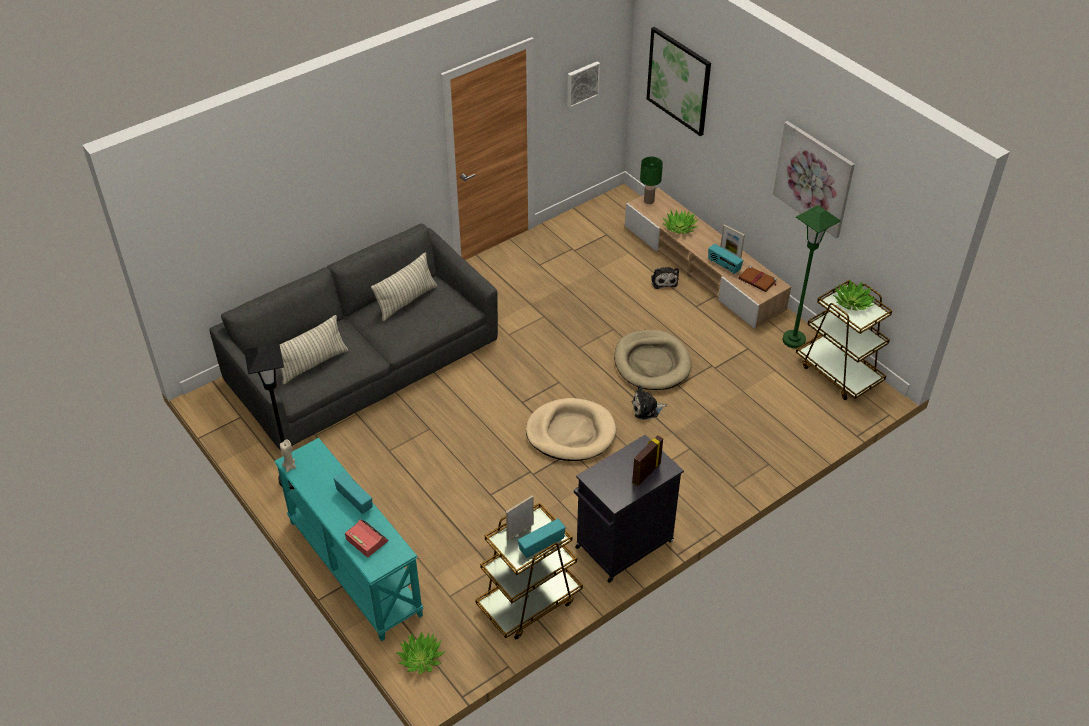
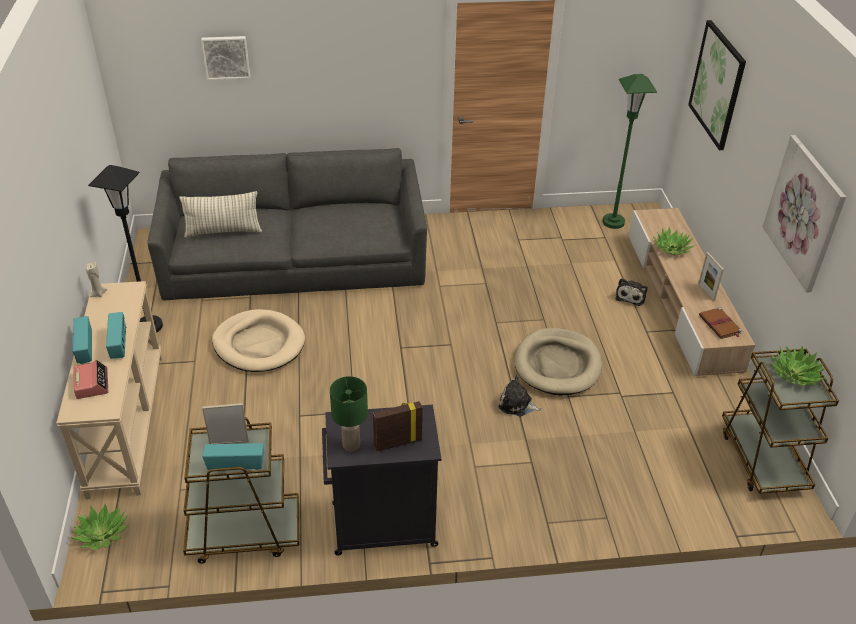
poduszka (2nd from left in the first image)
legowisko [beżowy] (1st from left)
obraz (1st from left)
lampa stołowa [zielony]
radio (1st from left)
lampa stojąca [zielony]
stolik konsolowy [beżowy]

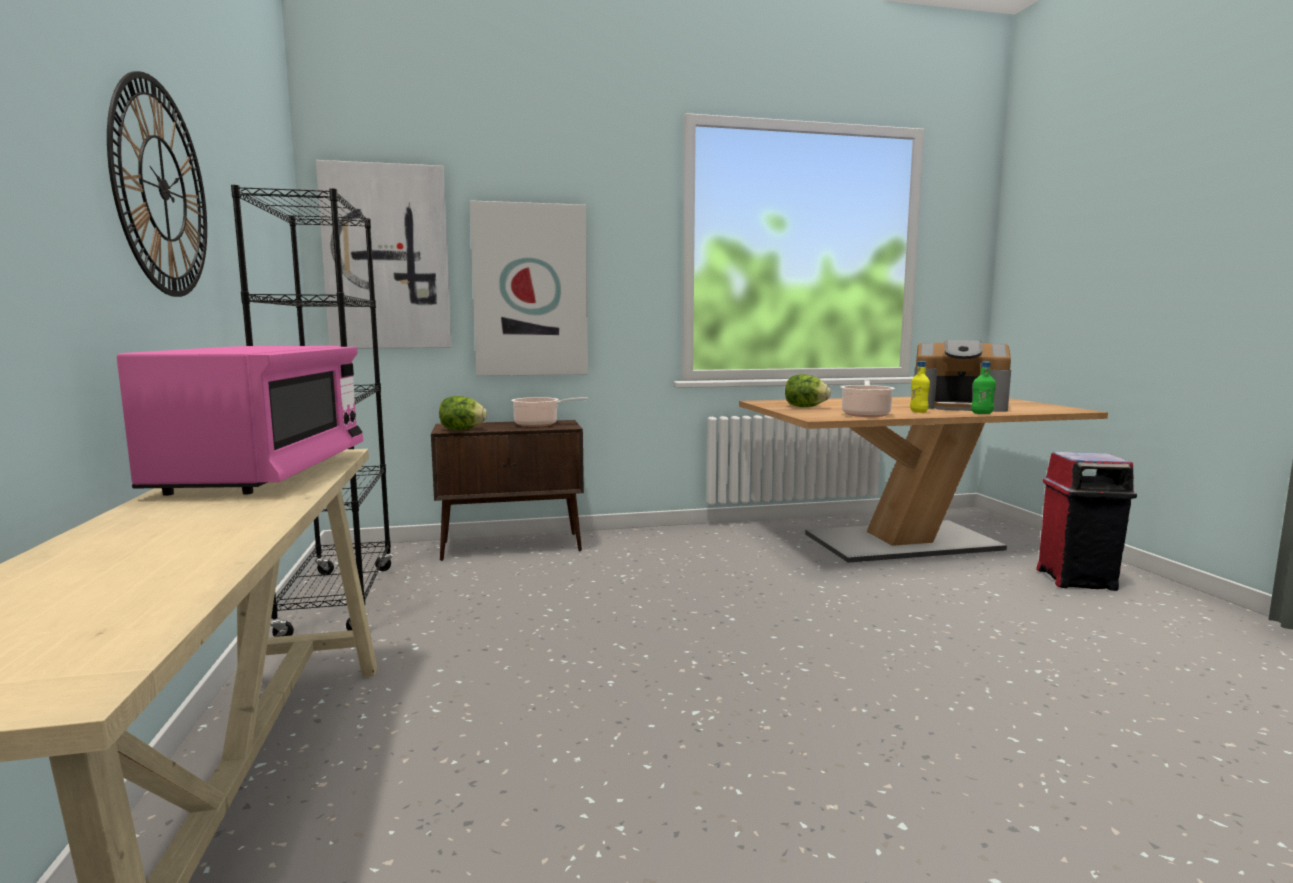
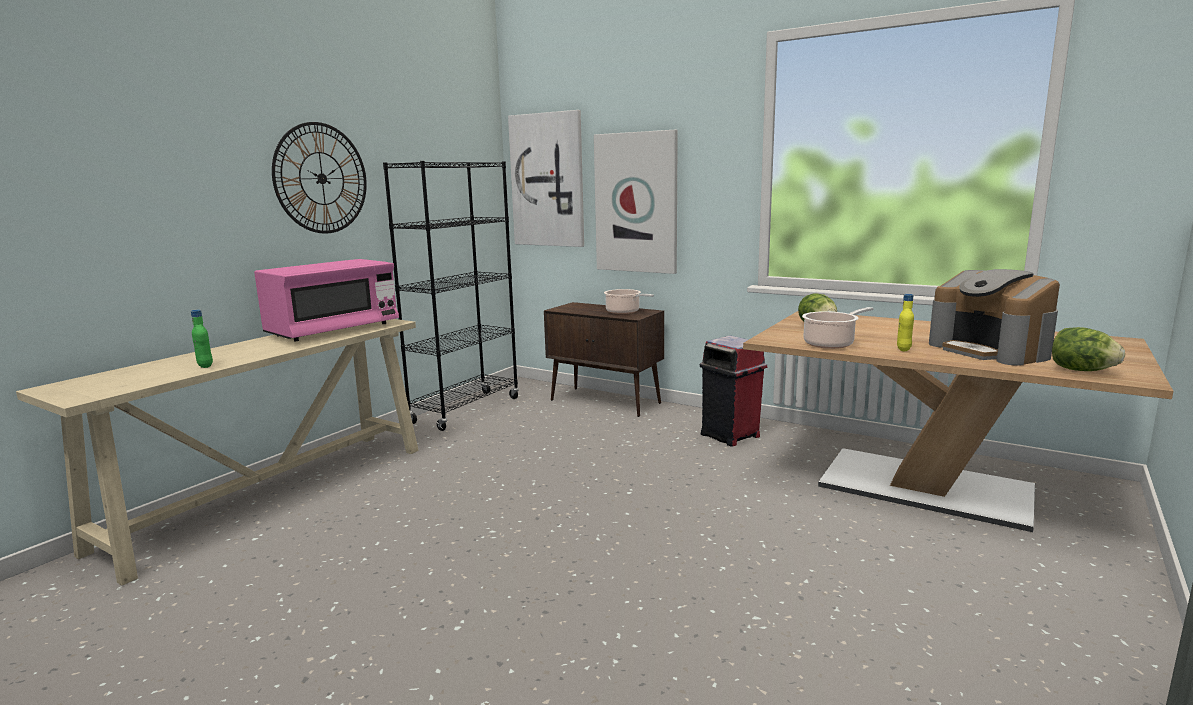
sałata (2nd from left)
butelka [zielony]
kosz na śmieci [czerwony]

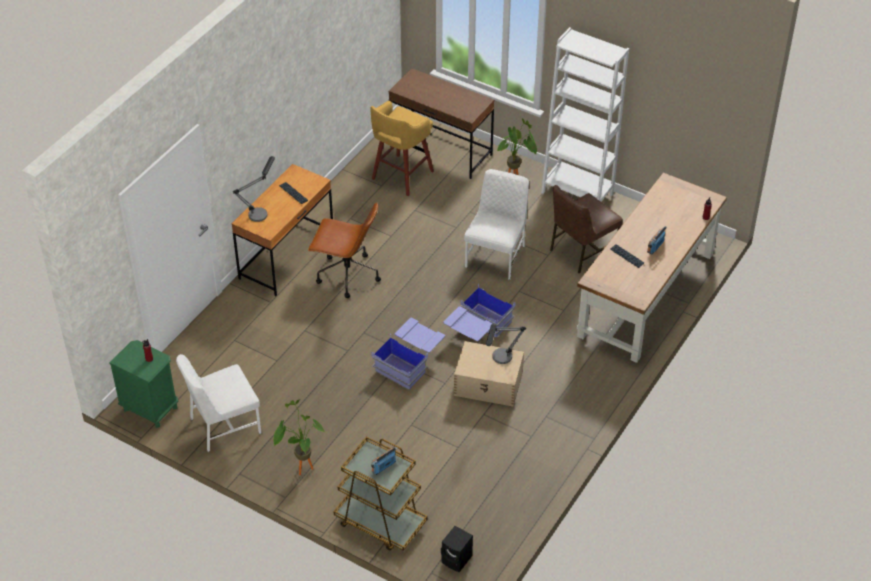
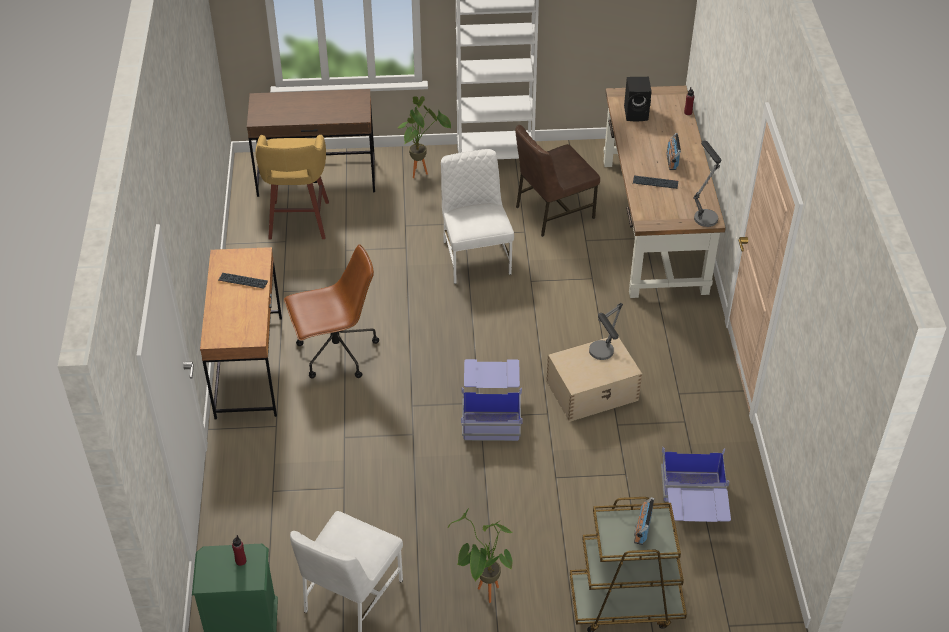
lampa stołowa (2nd from left)
głośnik [czarny]
pojemnik do przechowywania [niebieski] (2nd from left)
krzesło [brązowy]

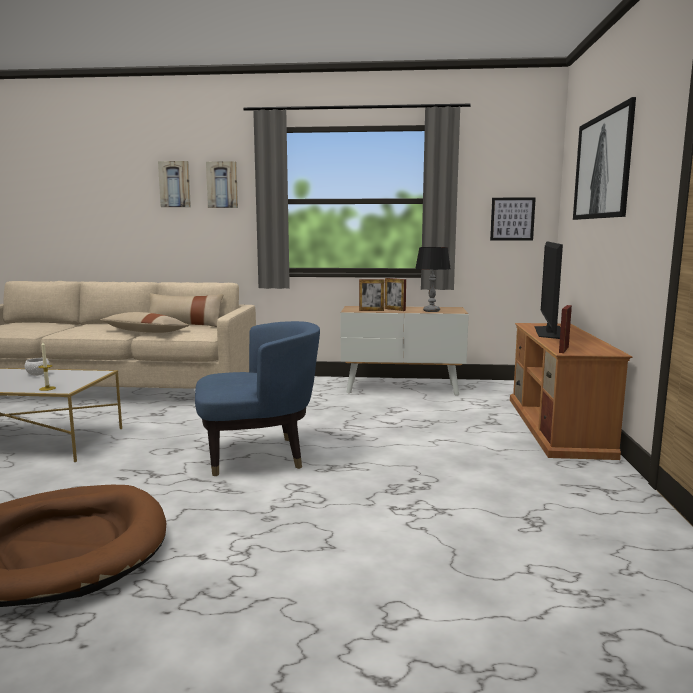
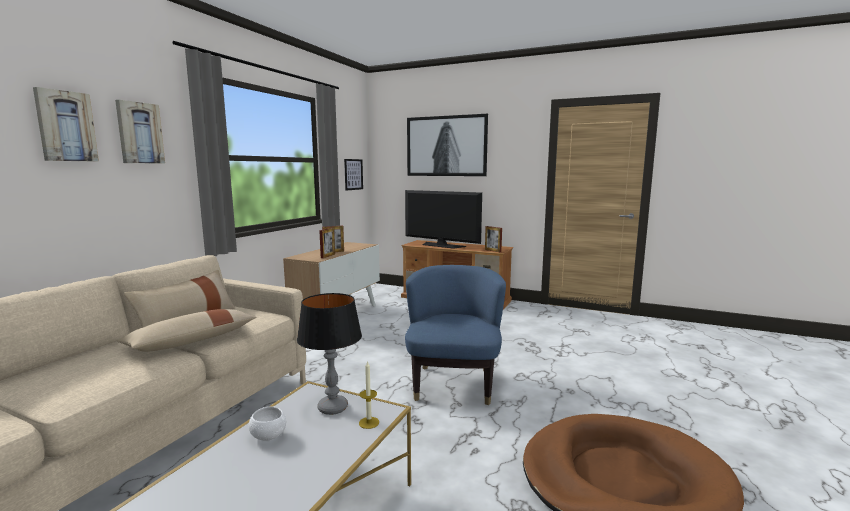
lampa stołowa

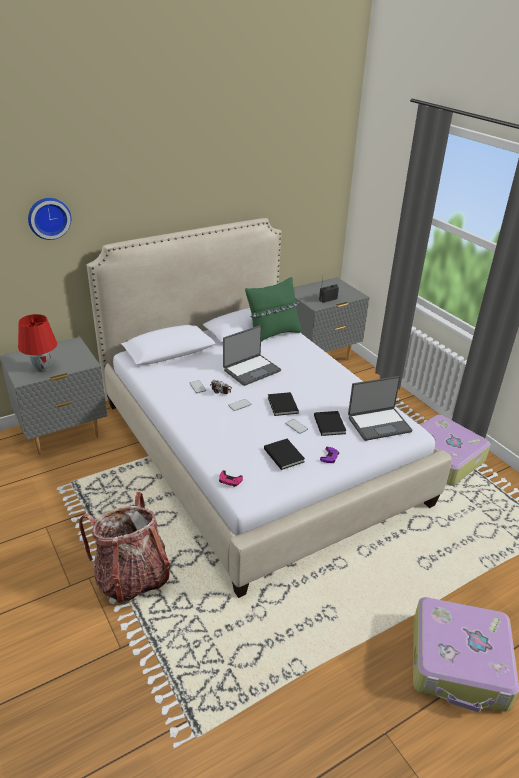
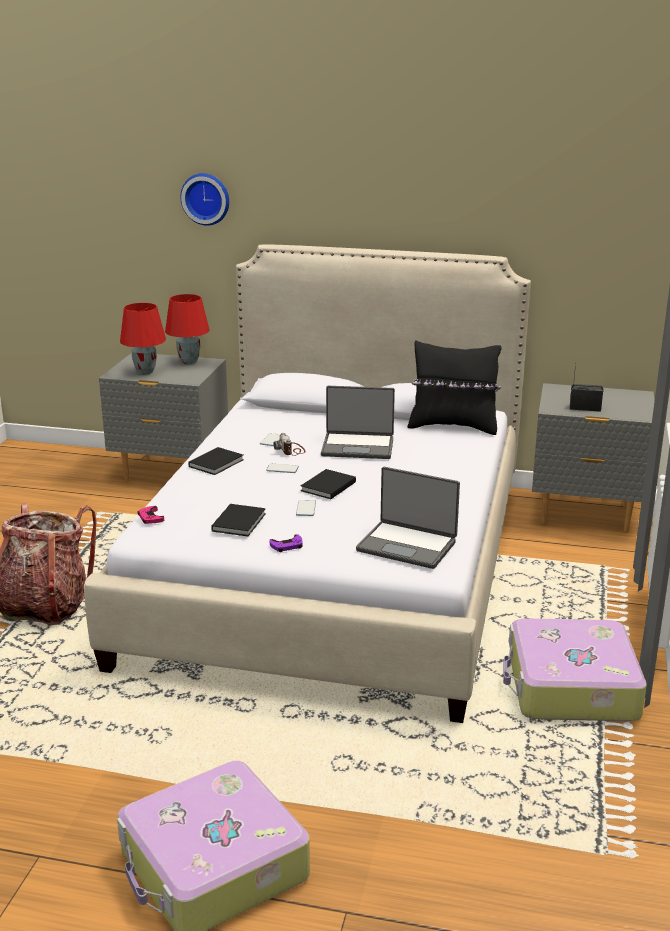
lampa stołowa [czerwony] (2nd from left)
książka [czarny] (1st from left)
poduszka [czarny]

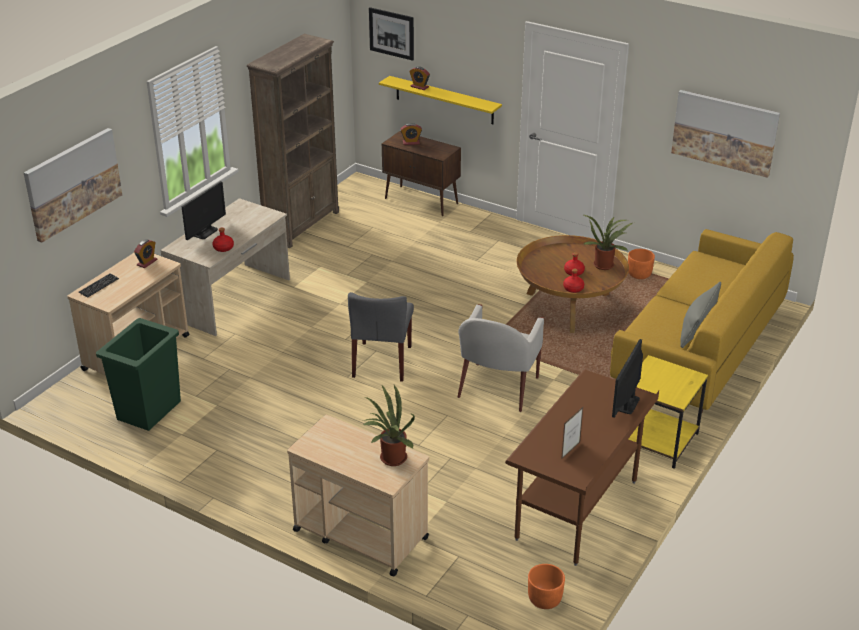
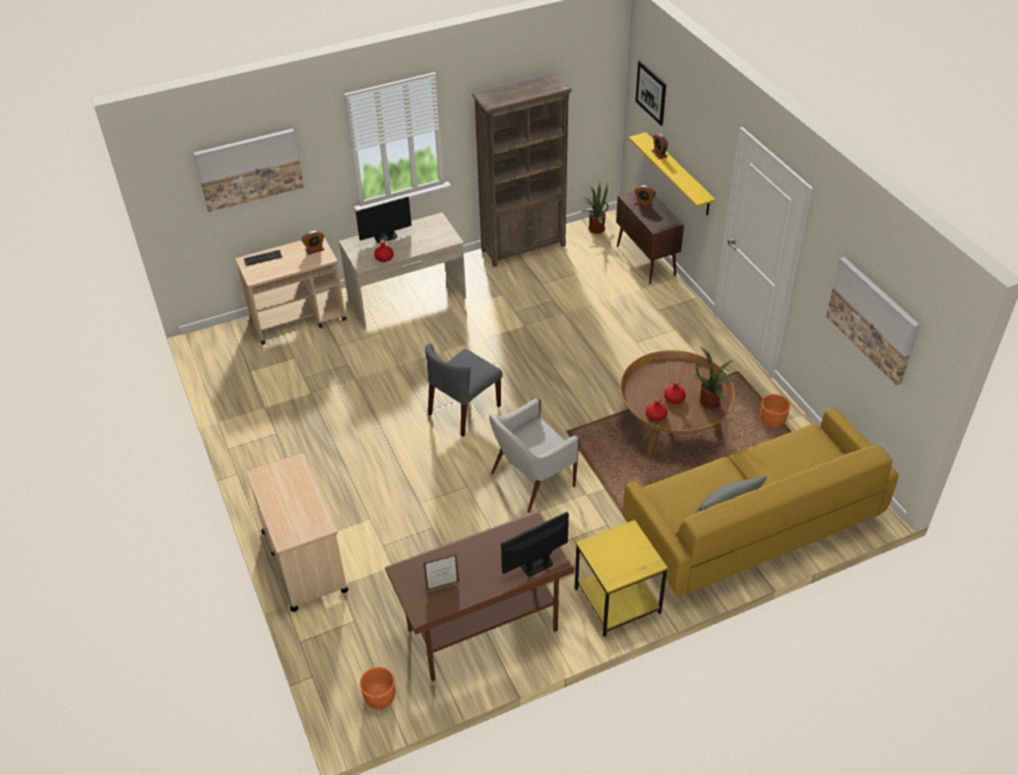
kosz na śmieci [zielony]
roślina doniczkowa (1st from left)

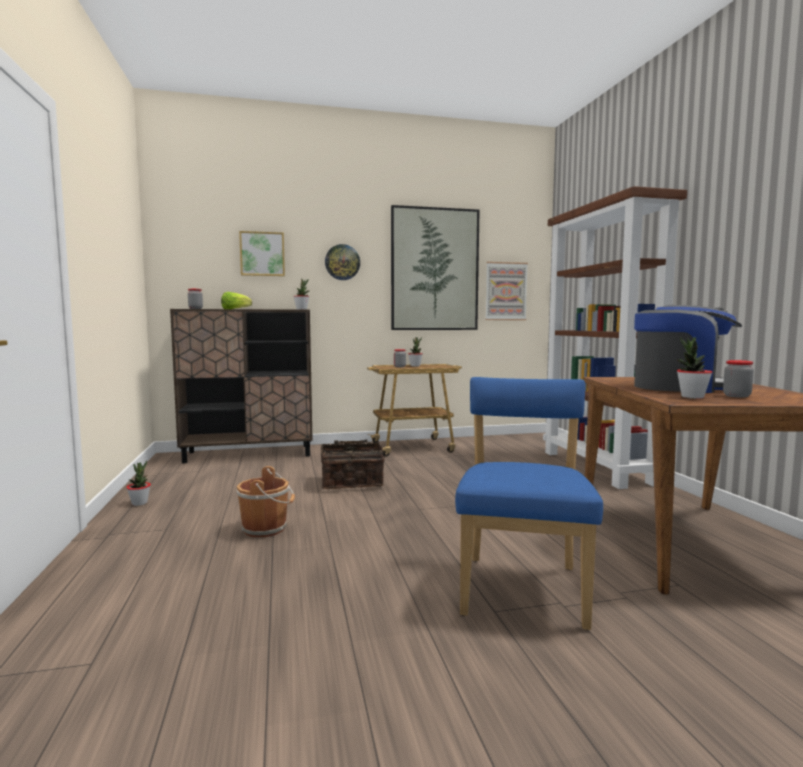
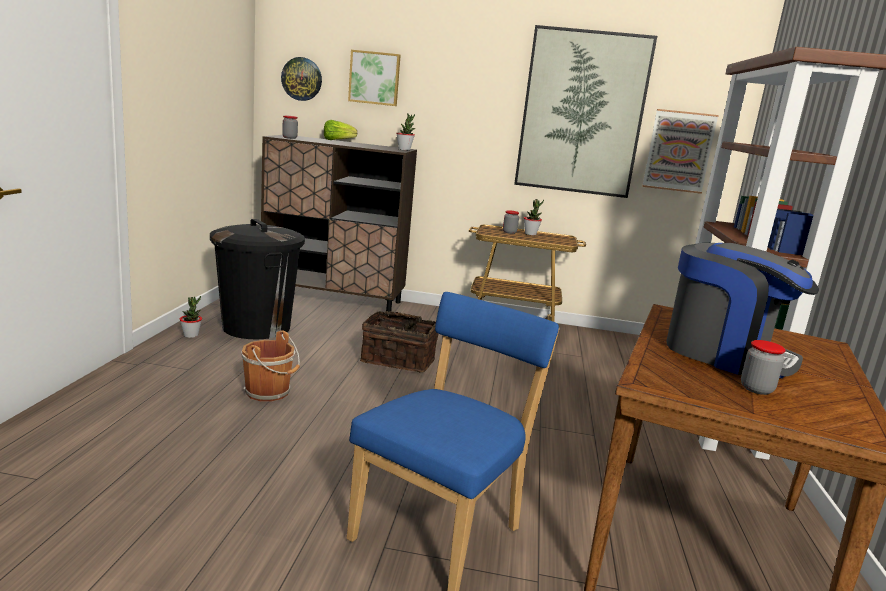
roślina doniczkowa (4th from left in the first image)
kosz na śmieci [czarny]
zegar ścienny

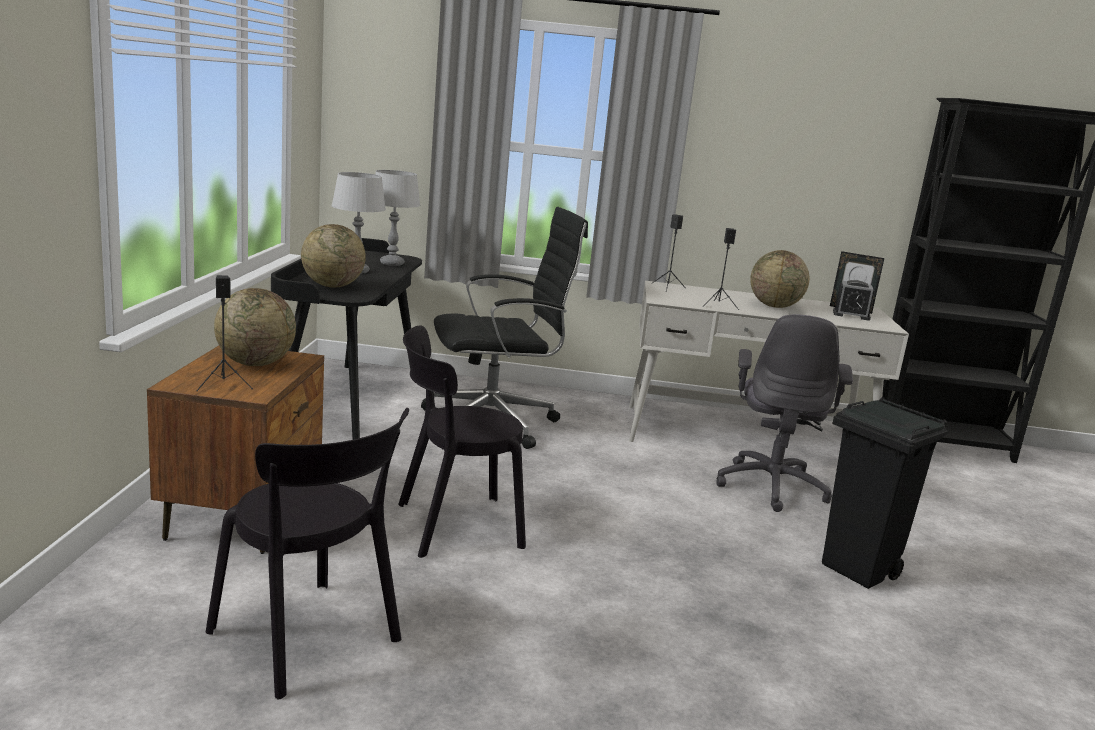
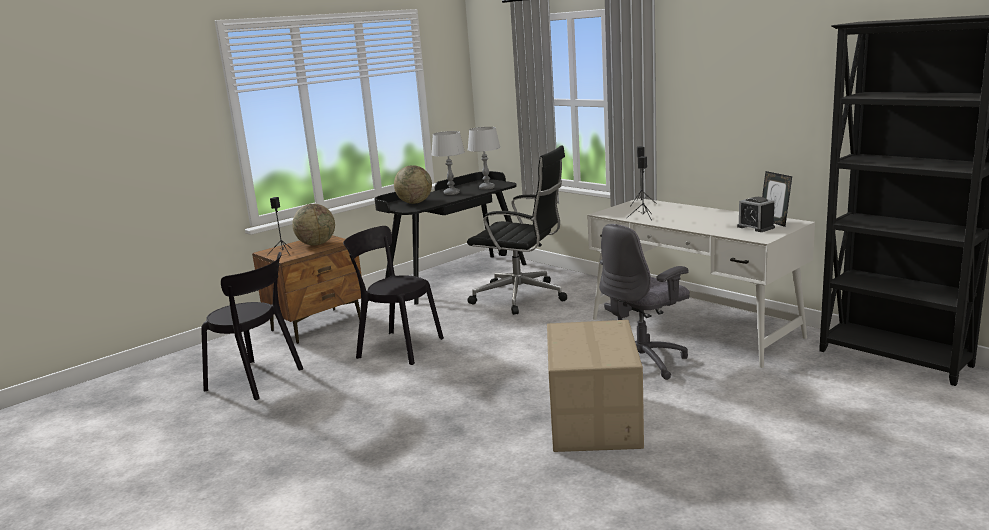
globus (3rd from left in the first image)
karton
krzesło [czarny] (1st from left)

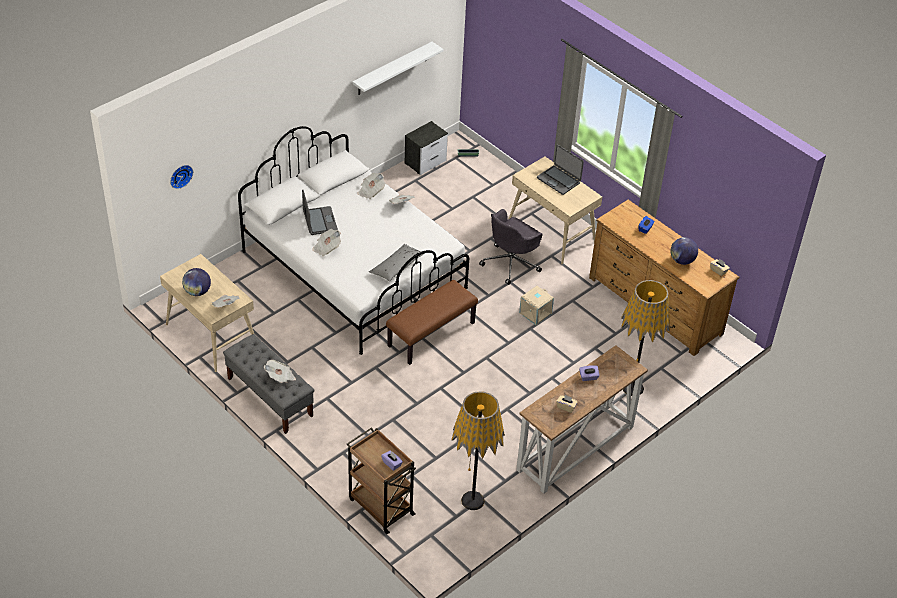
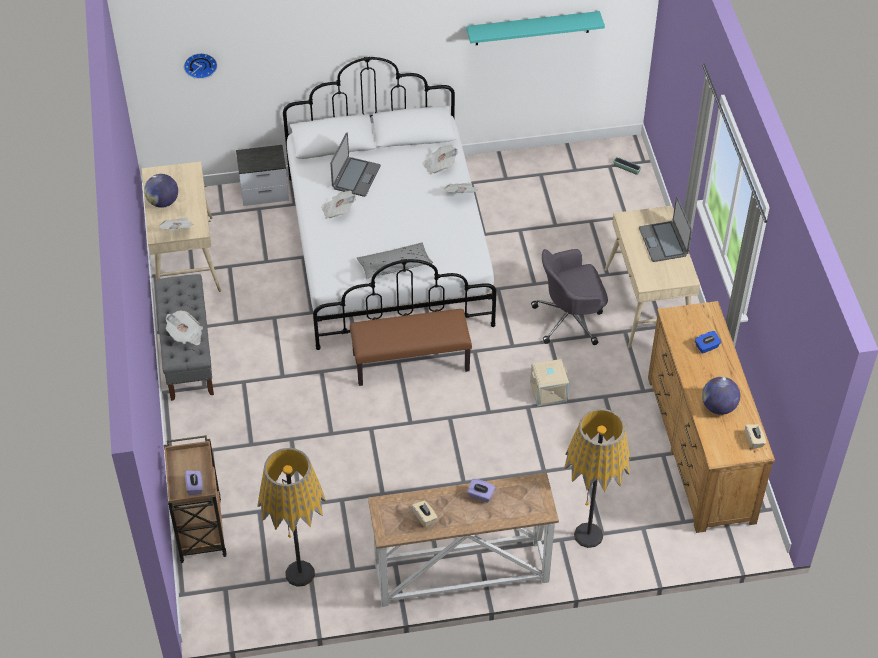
szafka nocna
półka [turkusowy]

